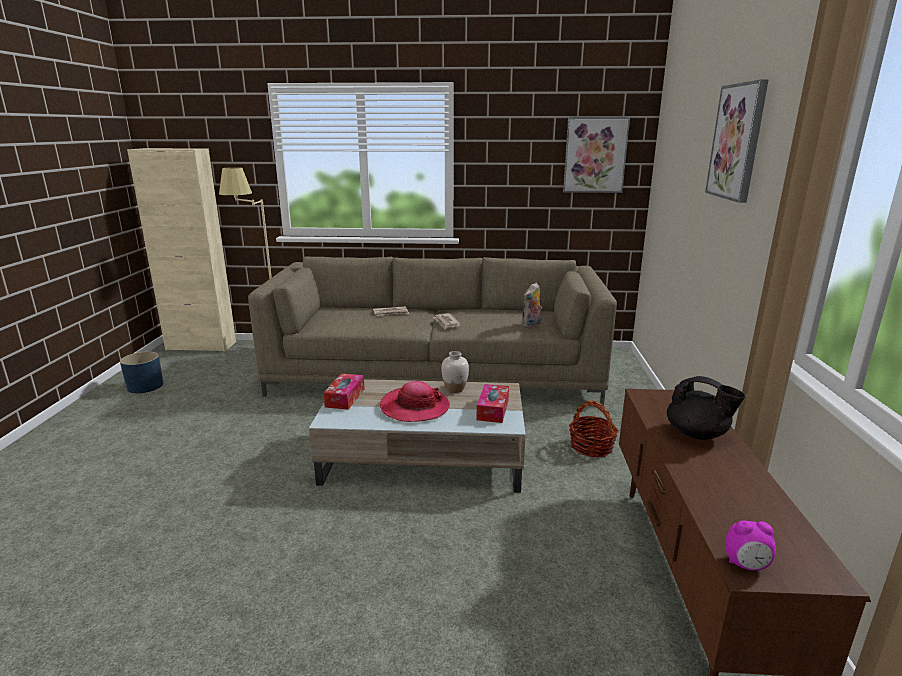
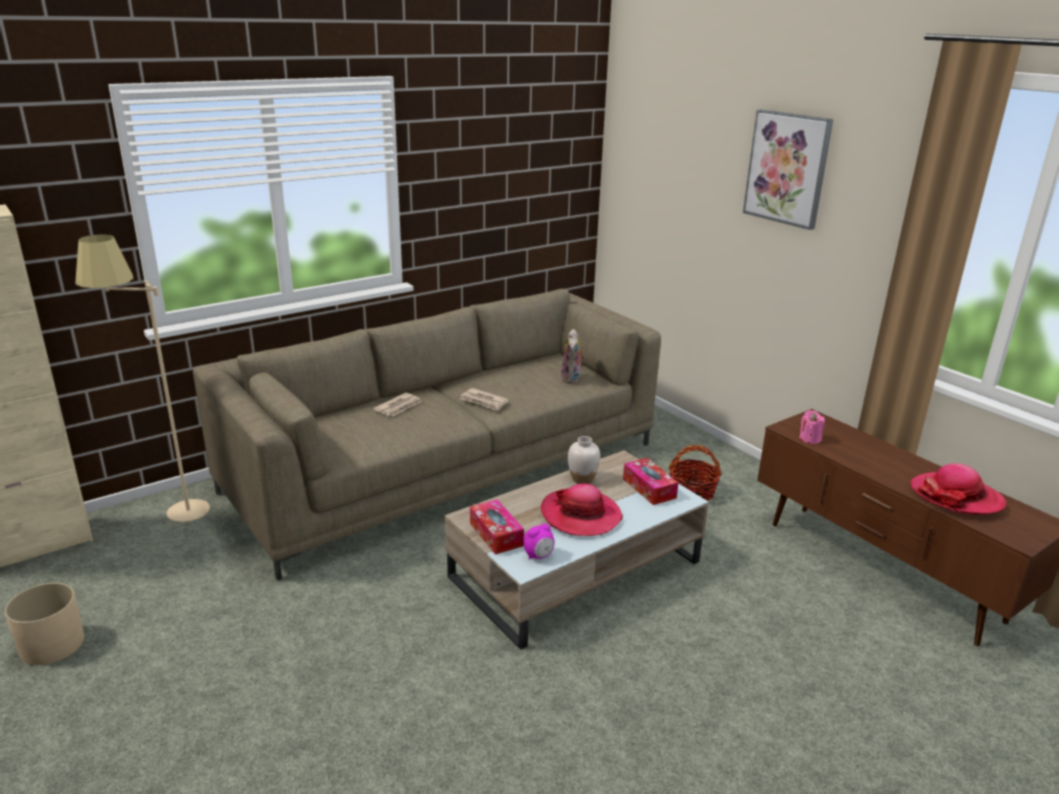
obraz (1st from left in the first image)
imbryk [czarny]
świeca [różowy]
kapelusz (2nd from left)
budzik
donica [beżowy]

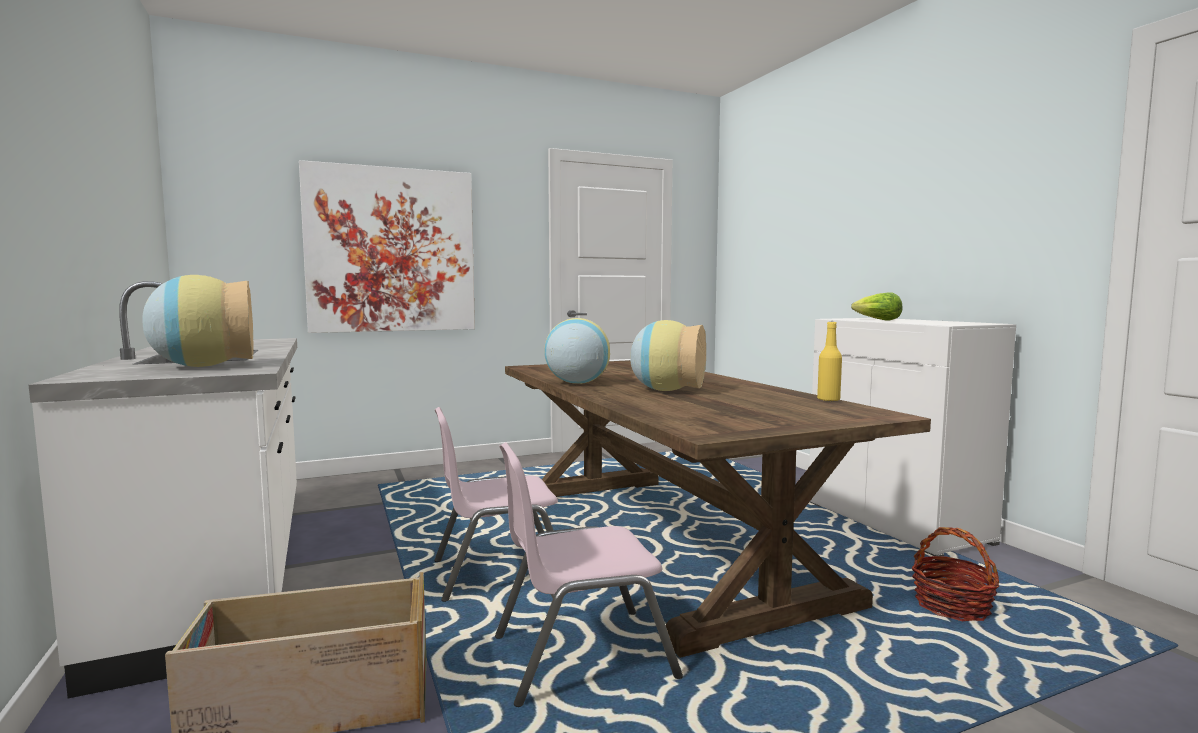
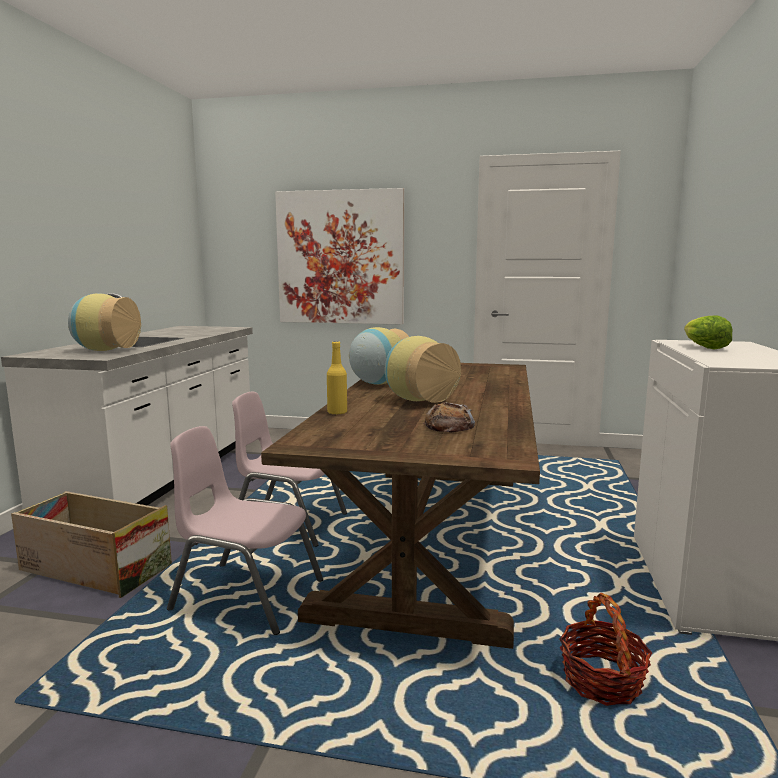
chleb
butelka [żółty]

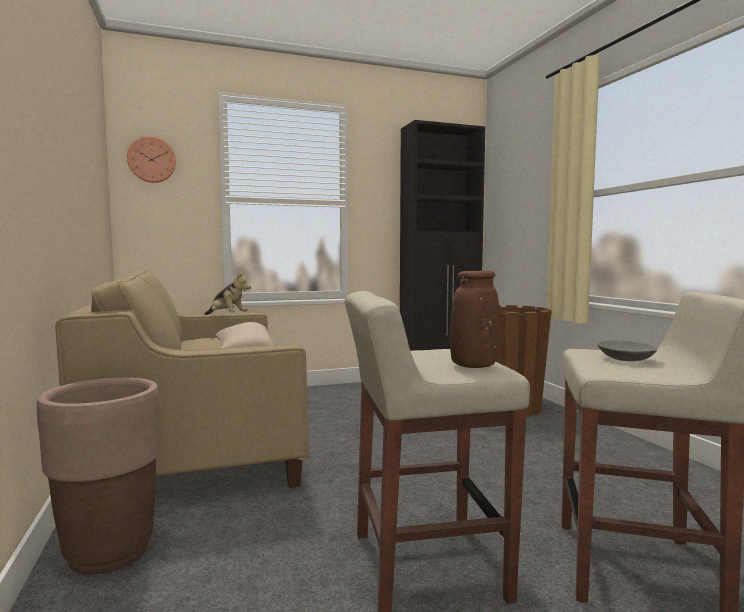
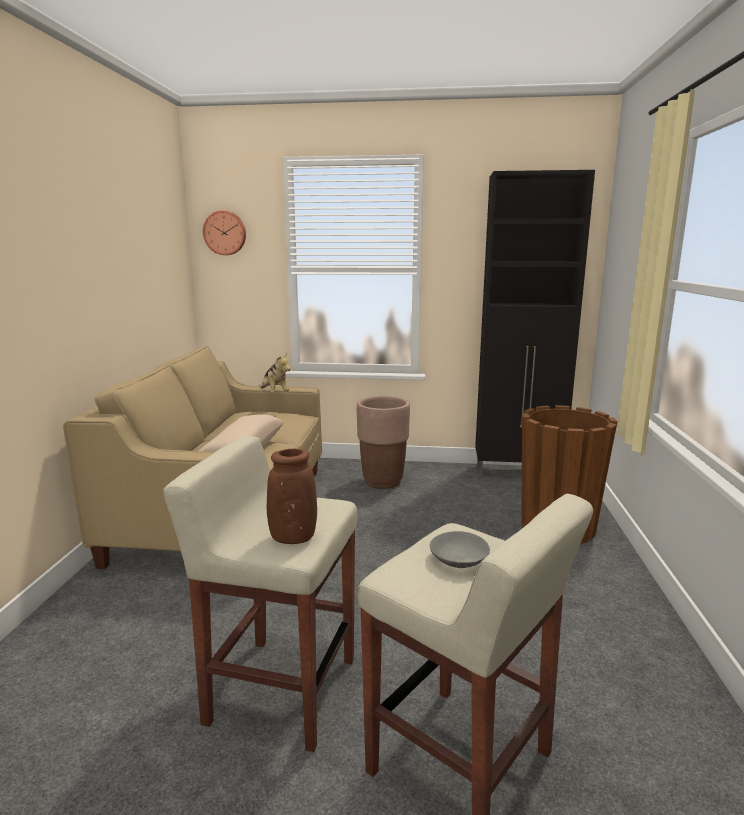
donica [brązowy] (1st from left)

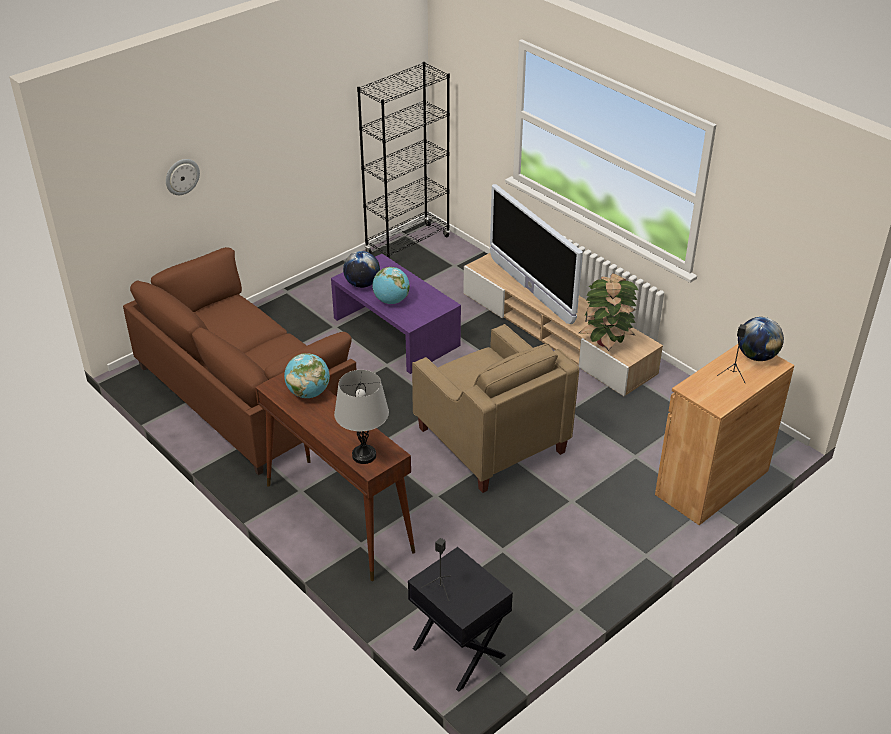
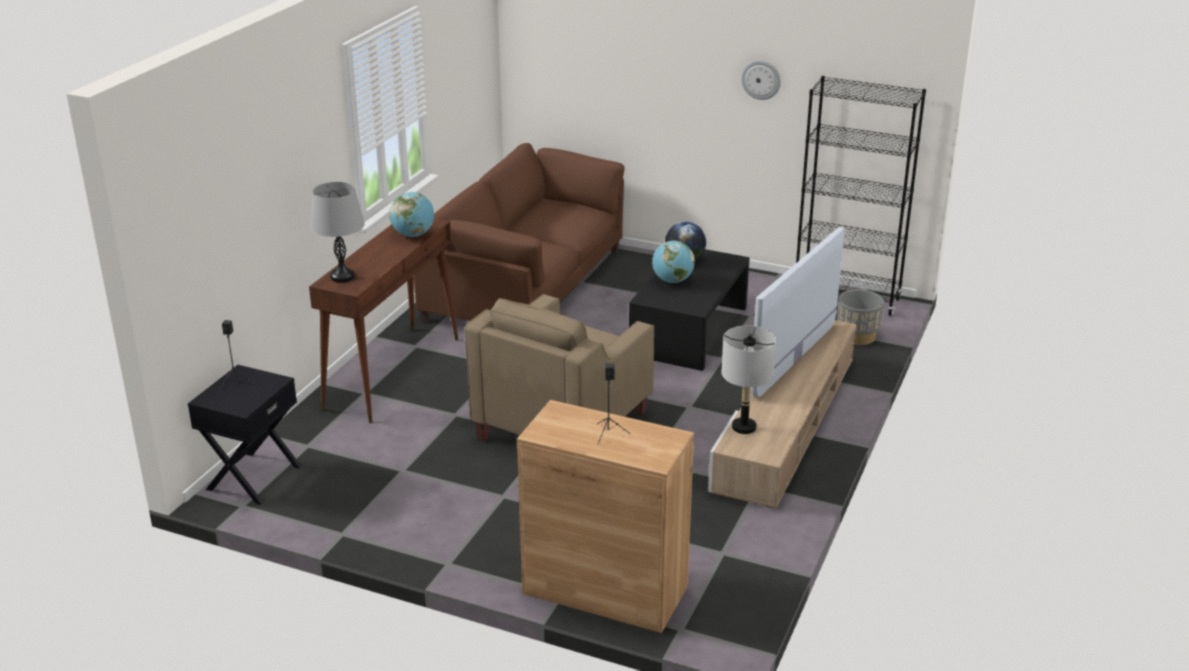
globus (4th from left in the first image)
donica [szary]
zegar ścienny
lampa stołowa [szary] (2nd from left)
ława [czarny]

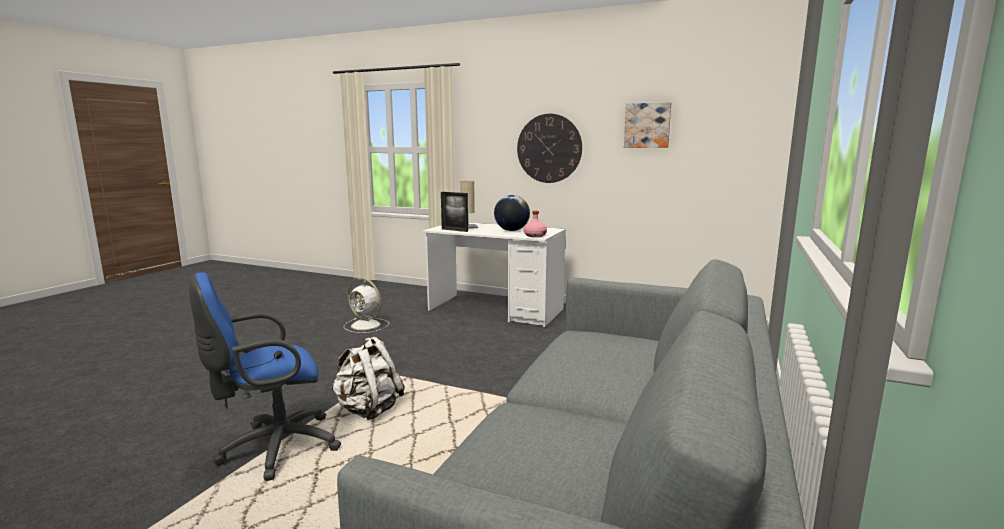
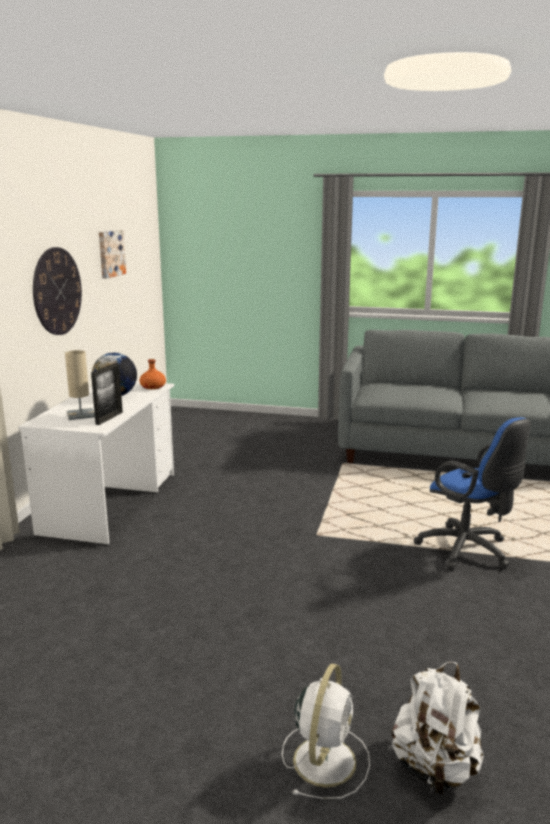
plecak [biały]
wentylator [biały]
butelka [pomarańczowy]

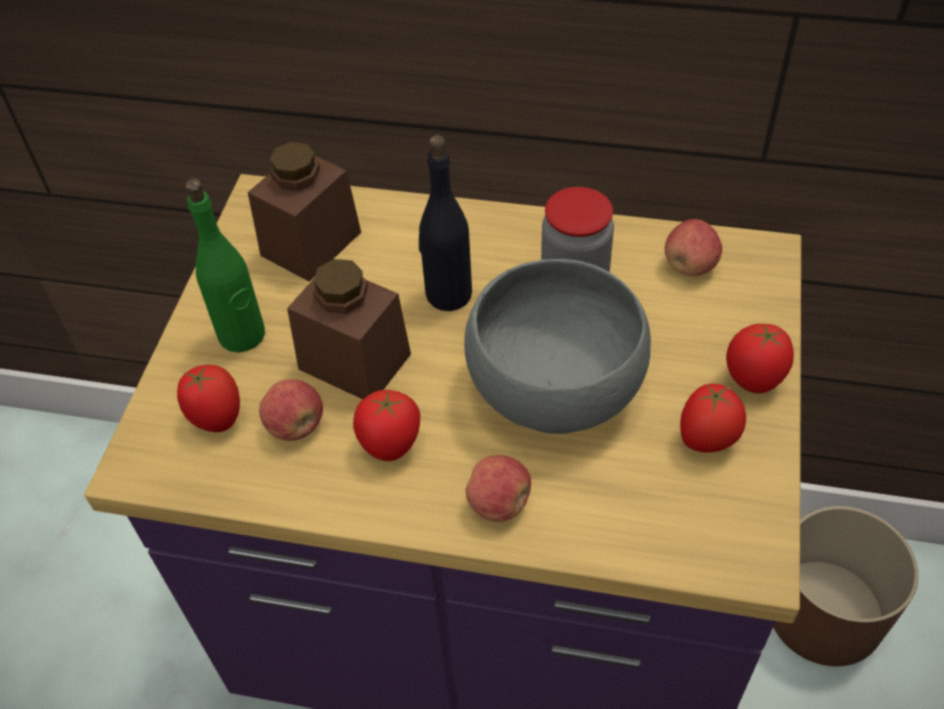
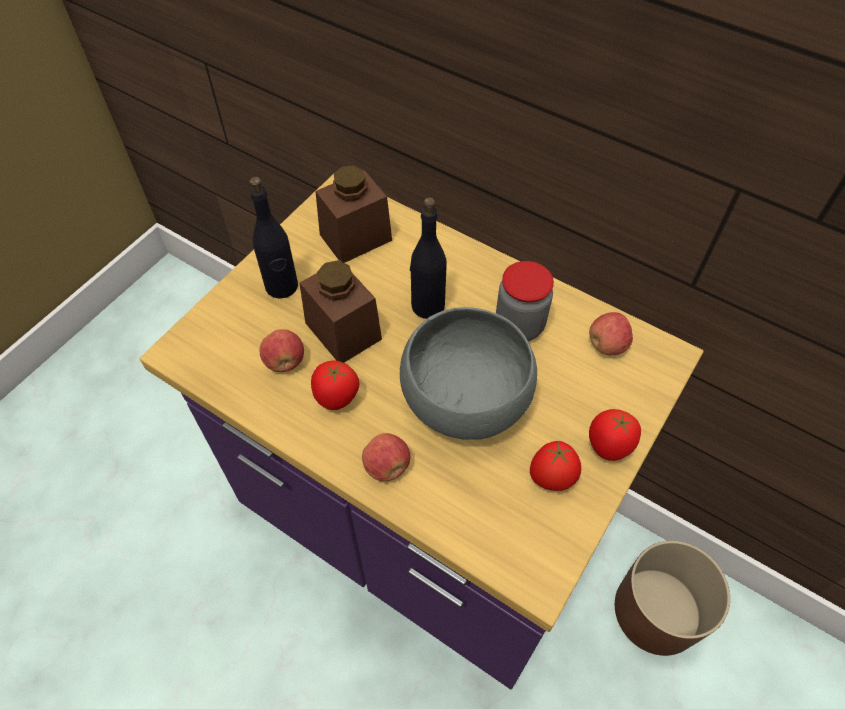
pomidor (1st from left in the first image)
butelka [czarny] (1st from left)

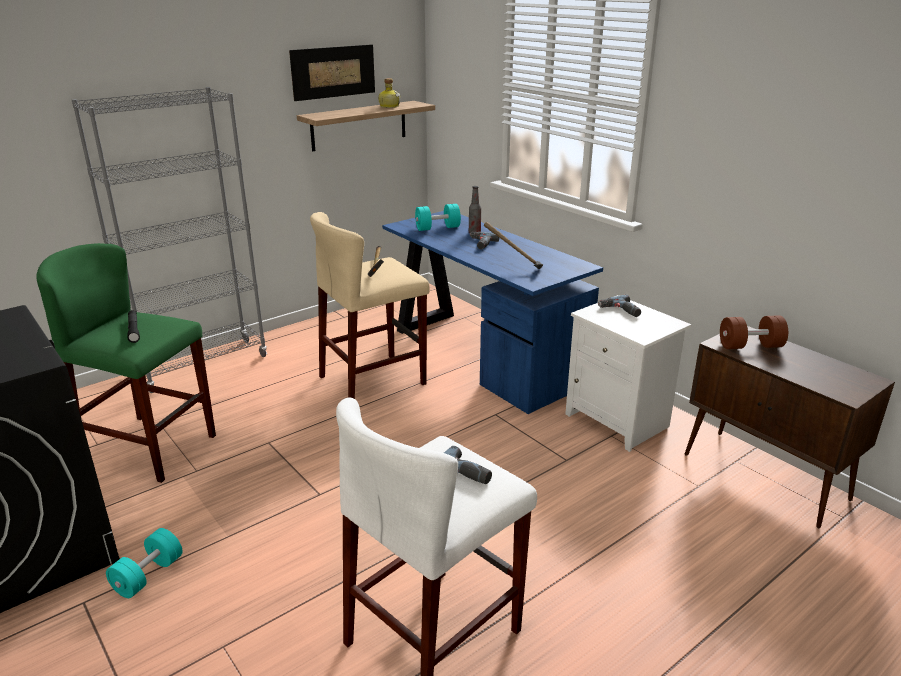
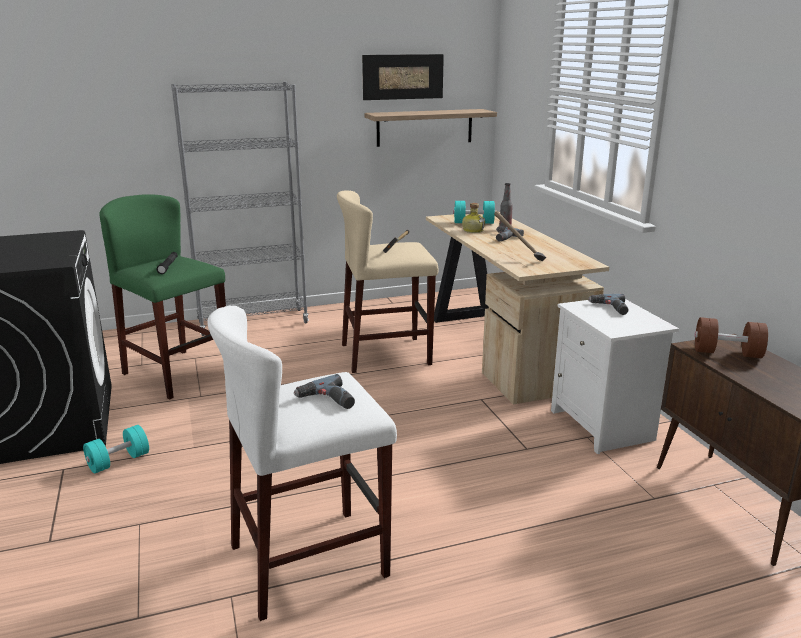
butelka (1st from left)
biurko [beżowy]

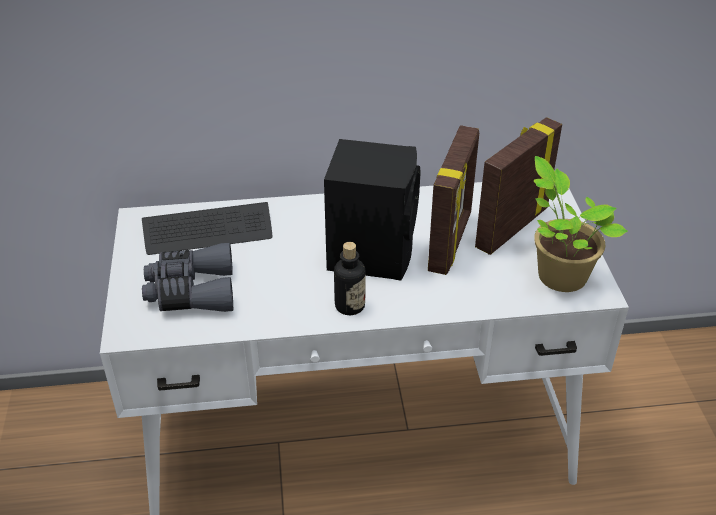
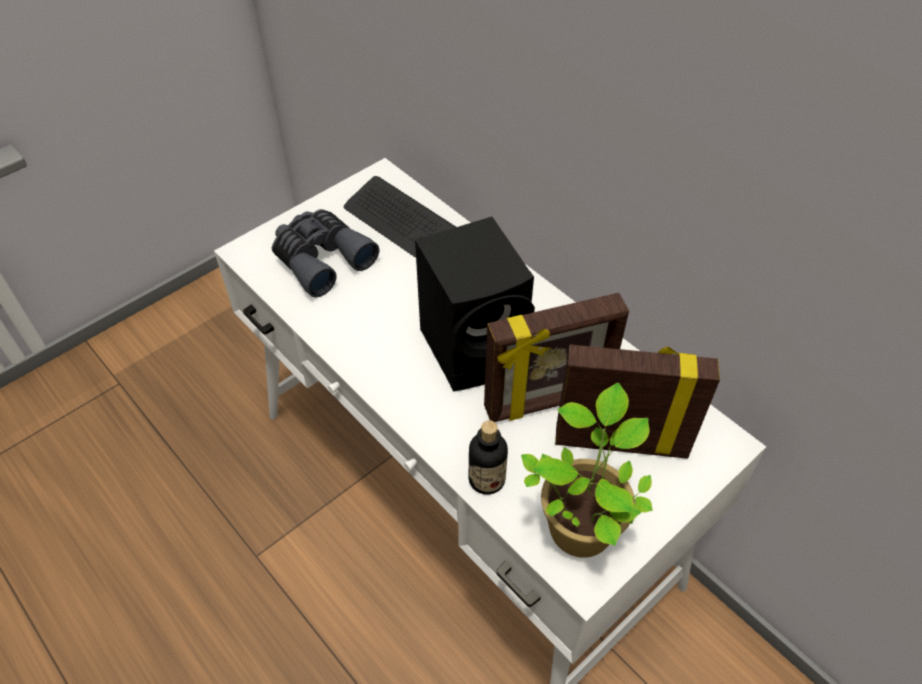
butelka

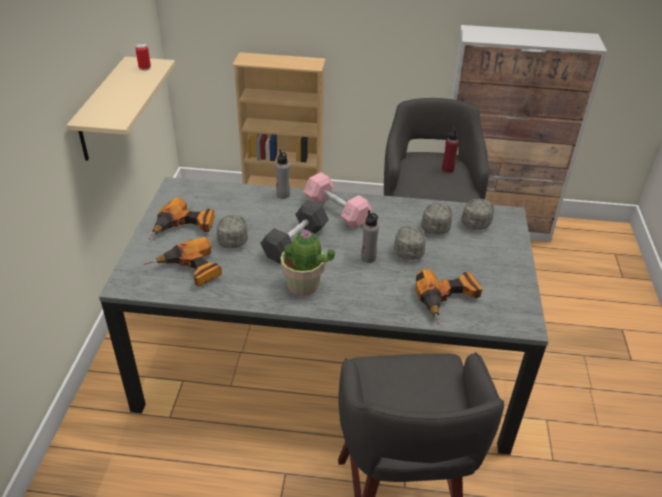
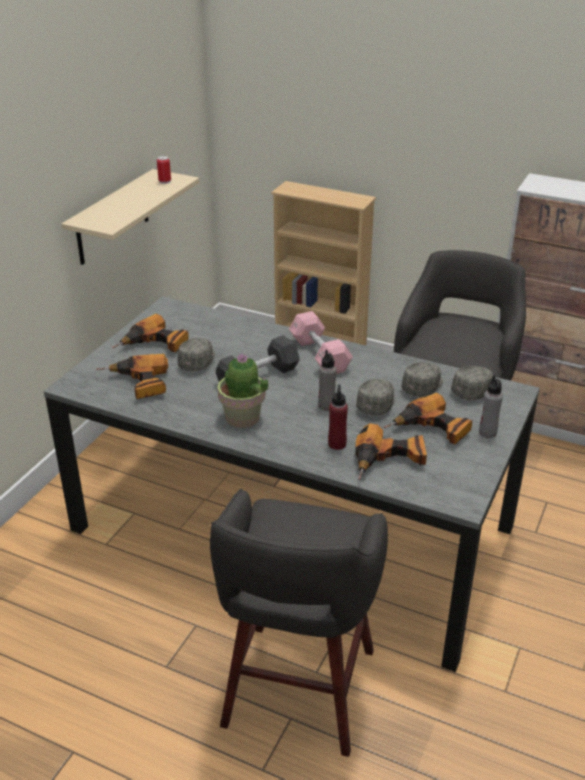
wiertarka (4th from left)
butelka [szary] (2nd from left)
butelka [czerwony]

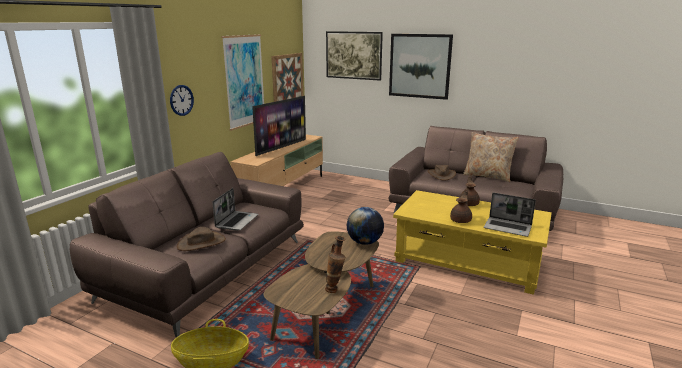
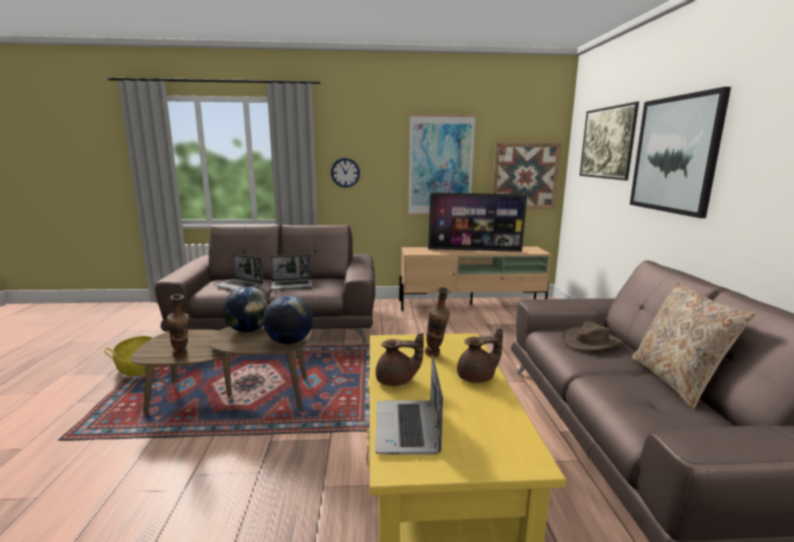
globus (1st from left)
wazon (2nd from left)
laptop (1st from left)

